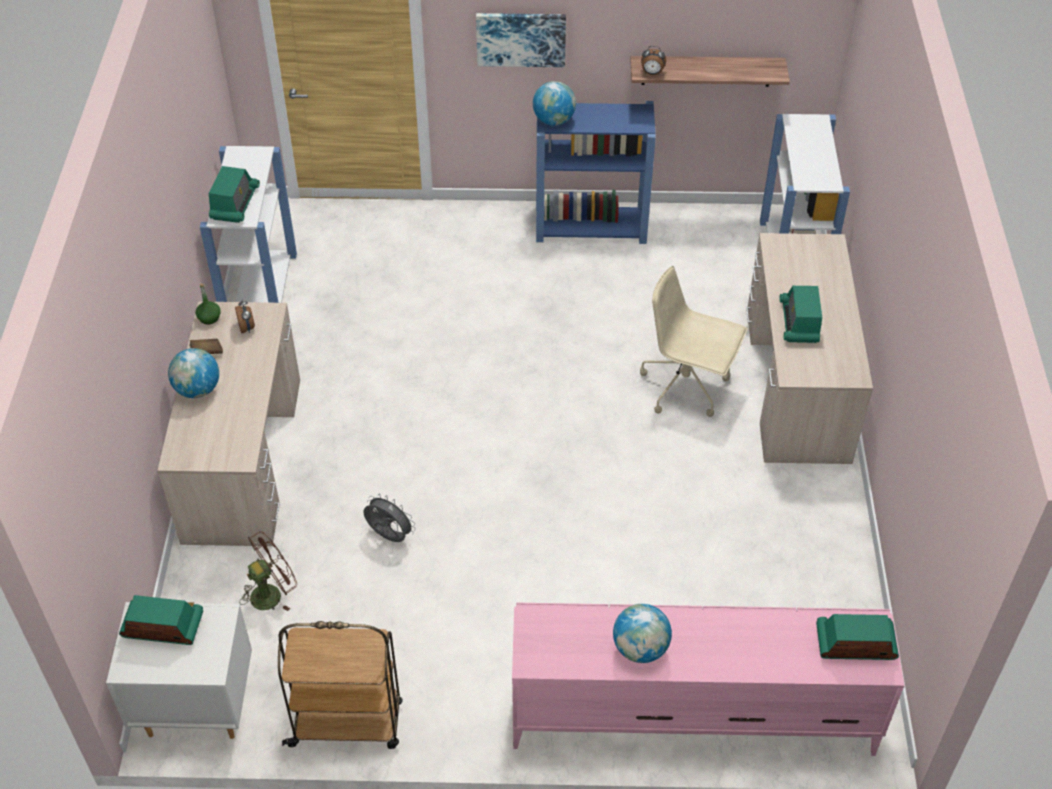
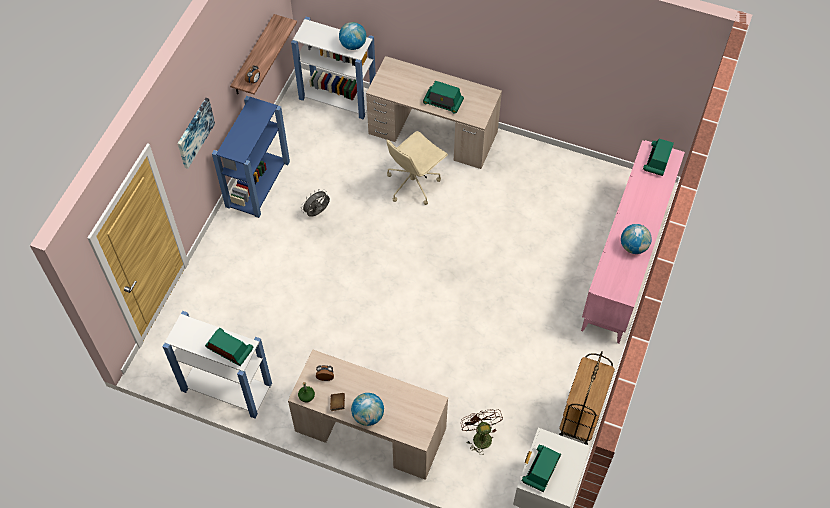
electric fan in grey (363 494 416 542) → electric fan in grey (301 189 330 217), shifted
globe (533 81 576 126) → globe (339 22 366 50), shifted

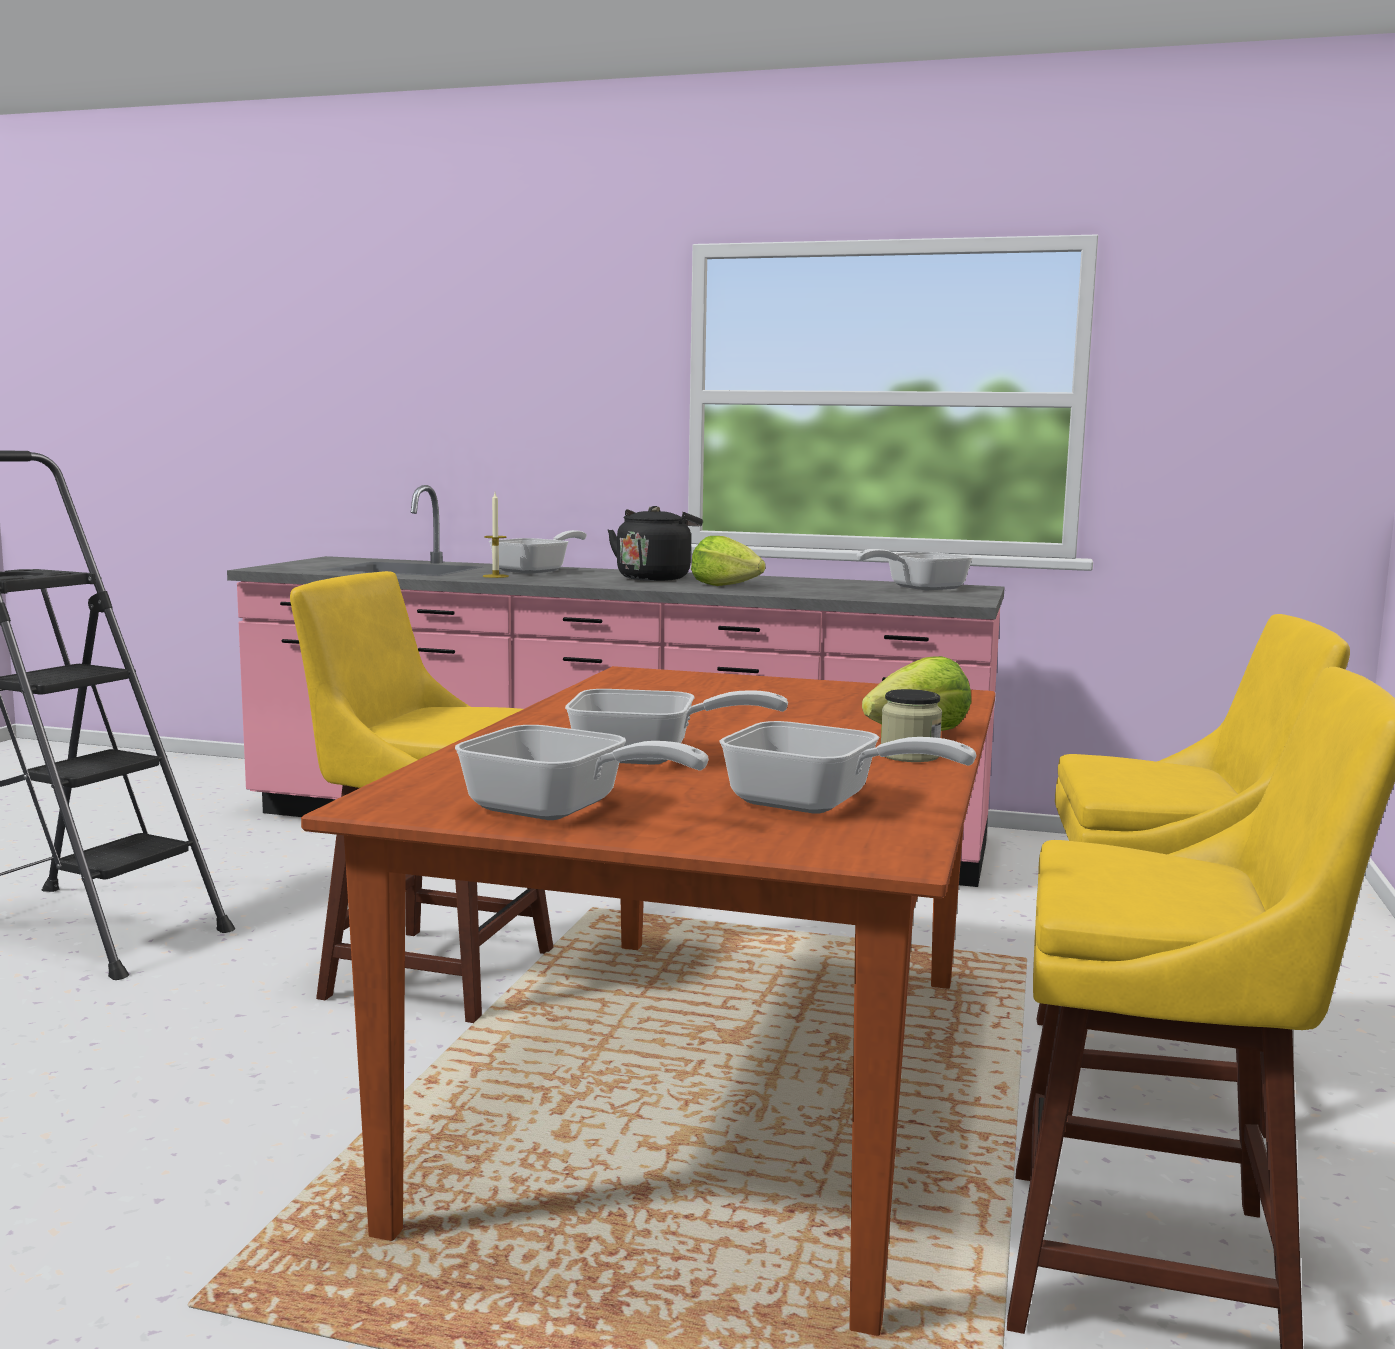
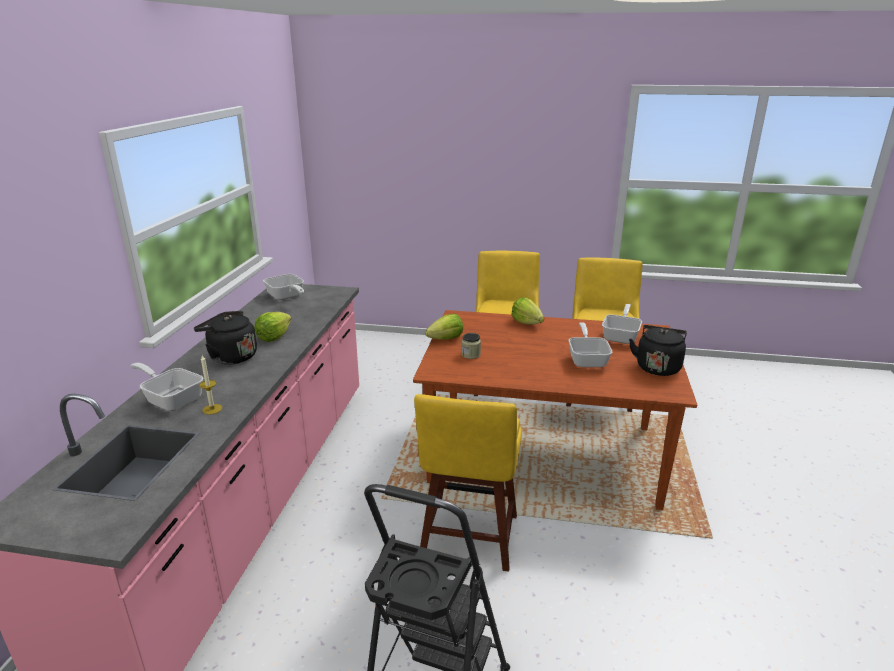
pan (455 725 709 820) → kettle in black-coloured (629 325 687 376)
storage jar (881 689 942 762) → storage jar (461 333 481 359), shifted
- → head of lettuce (425 314 463 340)

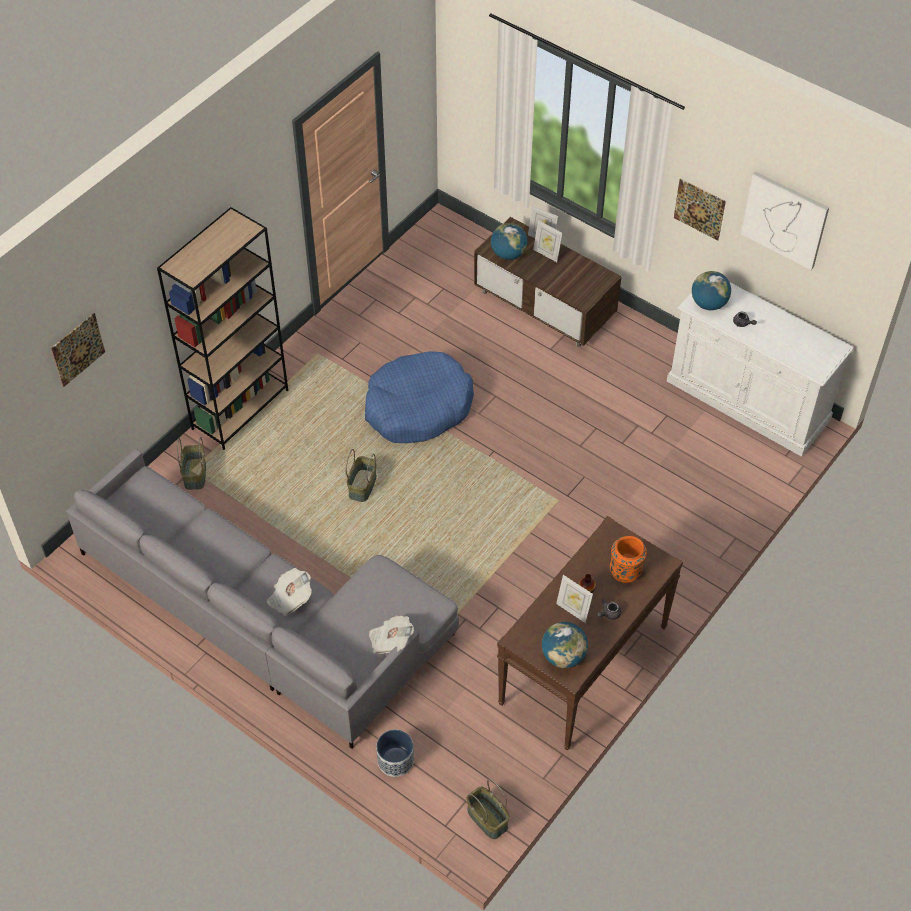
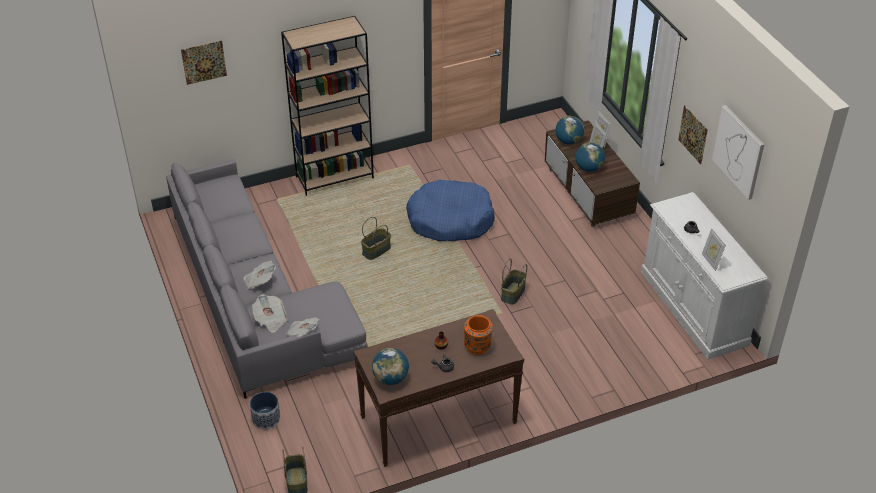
storage basket (177 437 206 490) → storage basket (501 259 527 305), shifted
standing frame (556 575 593 623) → standing frame (702 228 726 271), shifted
globe (692 271 731 310) → globe (576 142 605 172), shifted
- → printed paper (252 294 287 333)

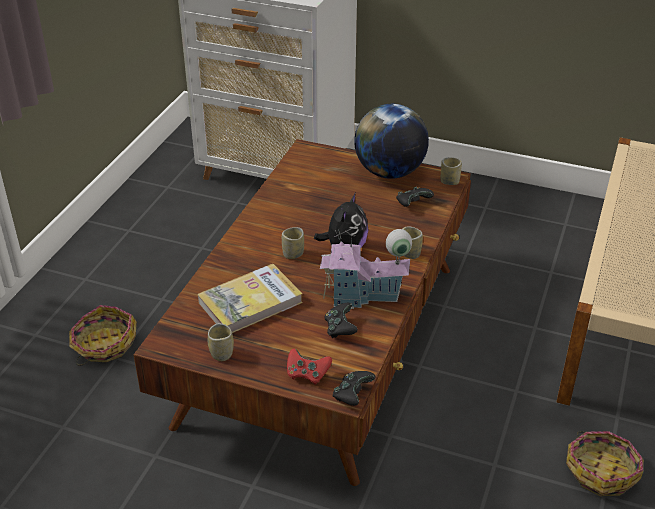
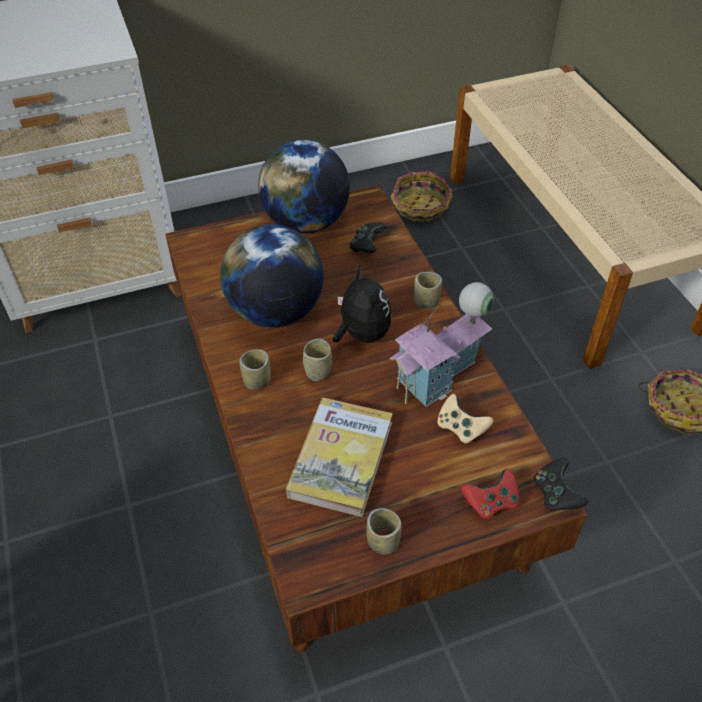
storage basket (69 305 137 366) → storage basket (390 171 452 225), shifted
gamepad in black-coloured (325 303 358 338) → gamepad in beige-coloured (437 394 493 444)
cup (441 157 462 185) → cup (239 349 271 390), shifted
- → globe (220 224 323 328)

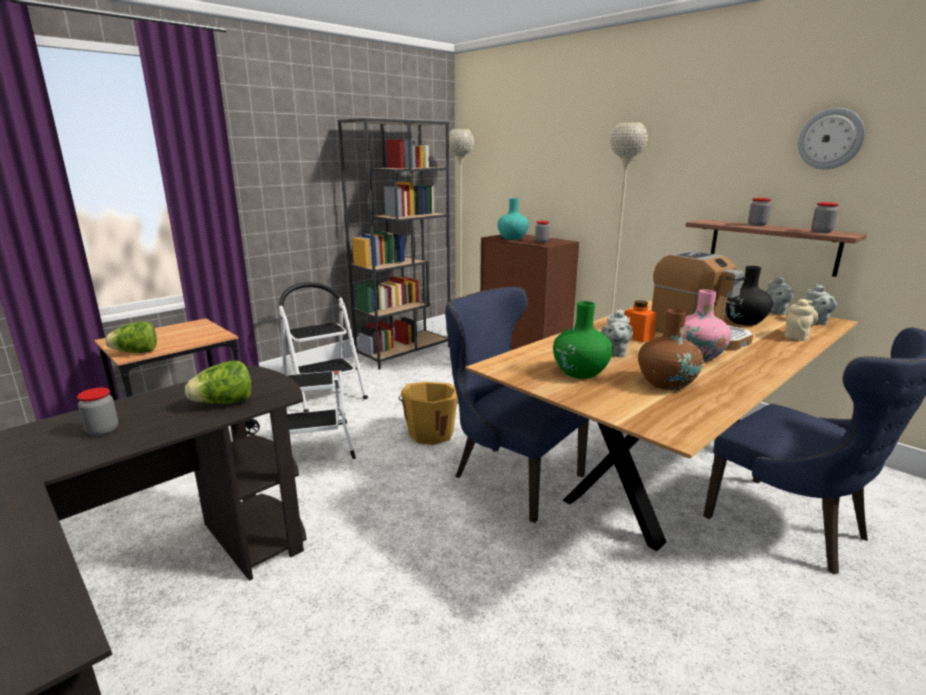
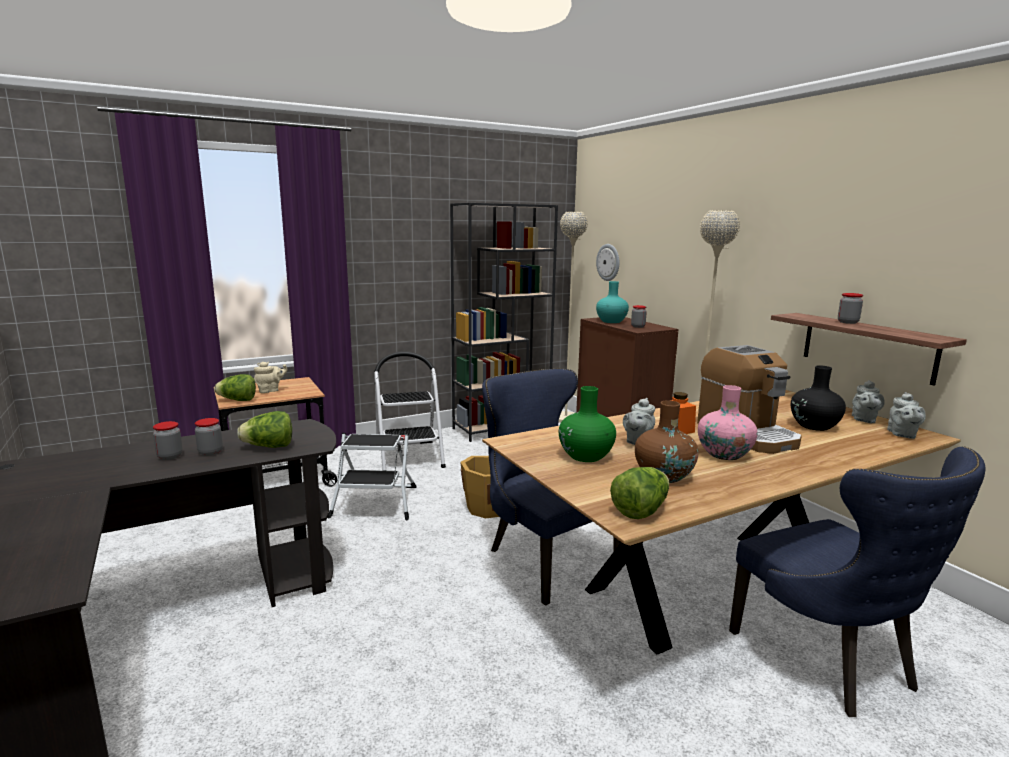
tea pot in beige-coloured (784 299 818 341) → tea pot in beige-coloured (254 362 287 393), shifted
wall clock (798 108 865 169) → wall clock (596 244 619 281), shifted
storage jar (811 202 839 233) → storage jar (195 418 223 456), shifted
- → head of lettuce (610 467 669 519)

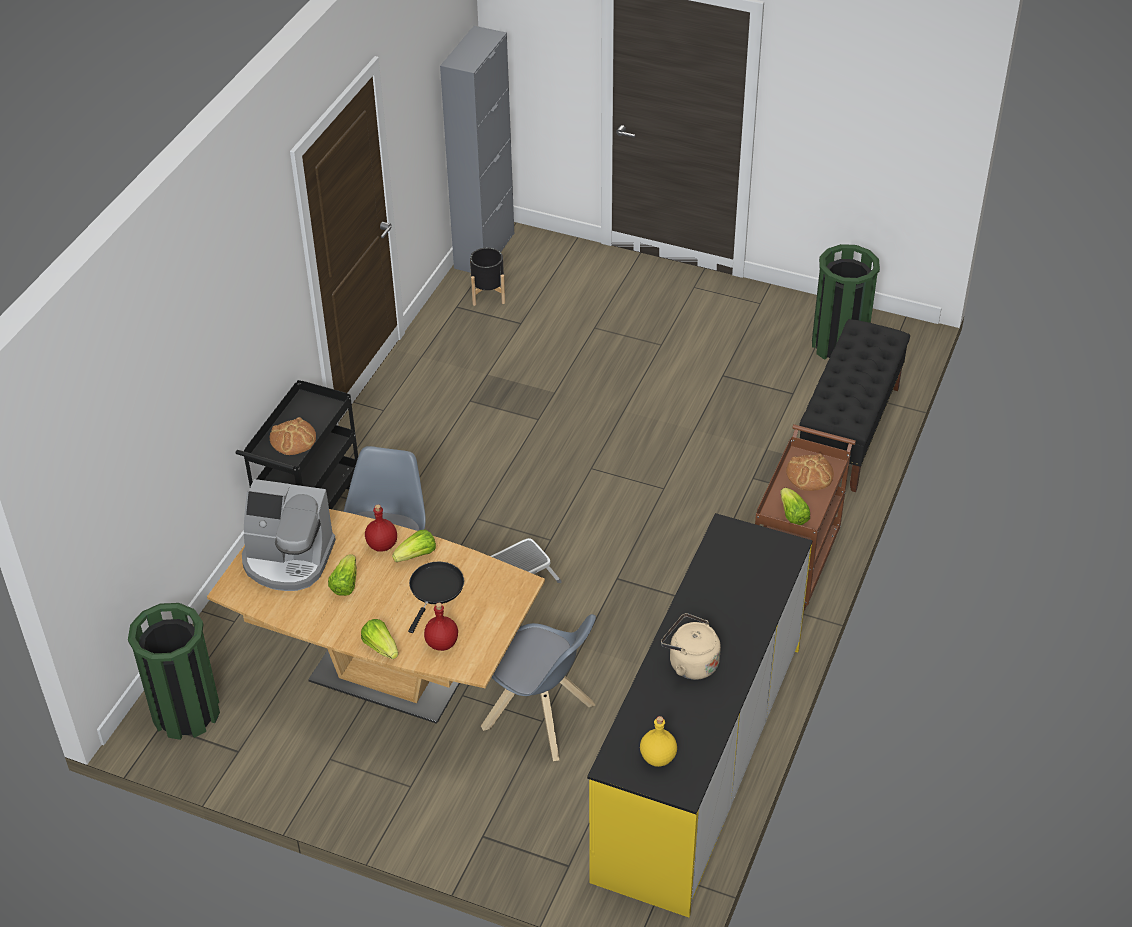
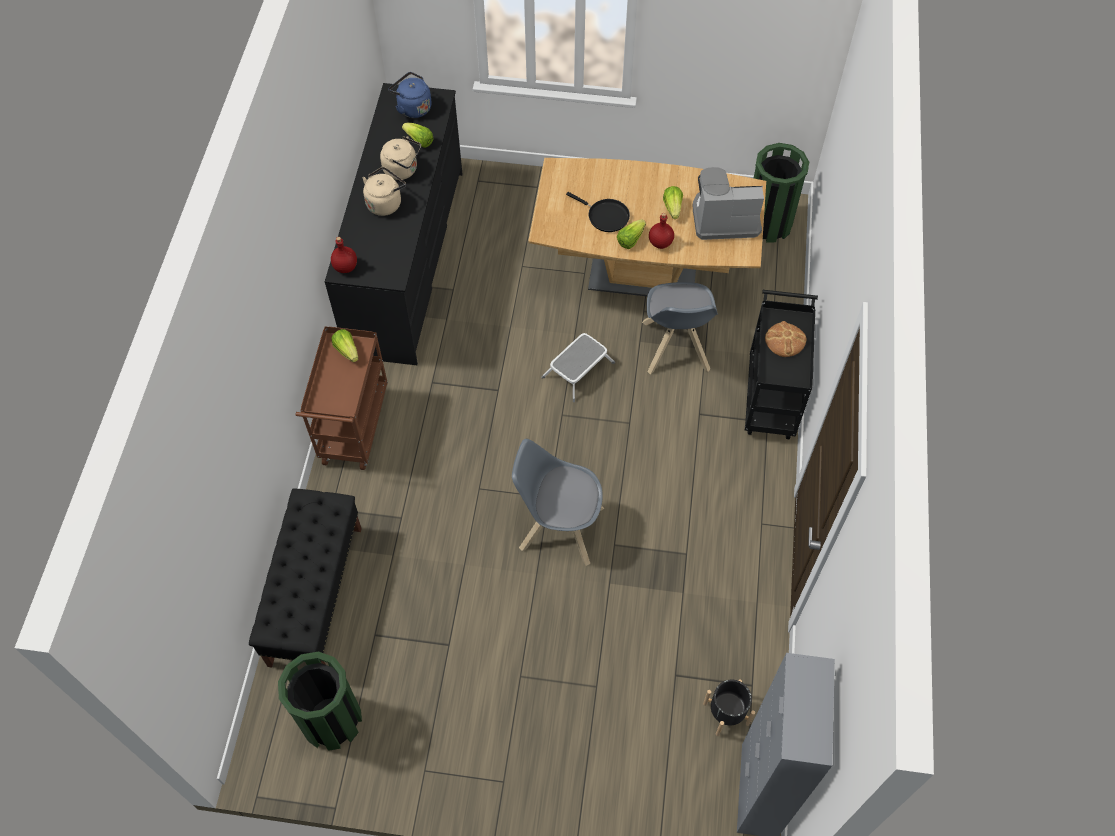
head of lettuce (361 619 398 659) → head of lettuce (402 123 434 148), shifted
pan in black-coloured (408 562 464 633) → pan in black-coloured (566 192 630 232), 60 degrees counterclockwise
drink bottle in reddish (424 603 458 651) → drink bottle in reddish (331 237 357 273), shifted
upright chair in grey (481 614 596 761) → upright chair in grey (512 439 604 566), shifted
dresser in yellowish (587 513 813 918) → dresser in black-coloured (325 83 462 365)
drink bottle in yellowish (640 716 677 767) → kettle in blue-coloured (389 72 432 118)
bread (786 454 834 491) → -
- → kettle in beige-coloured (362 167 406 216)

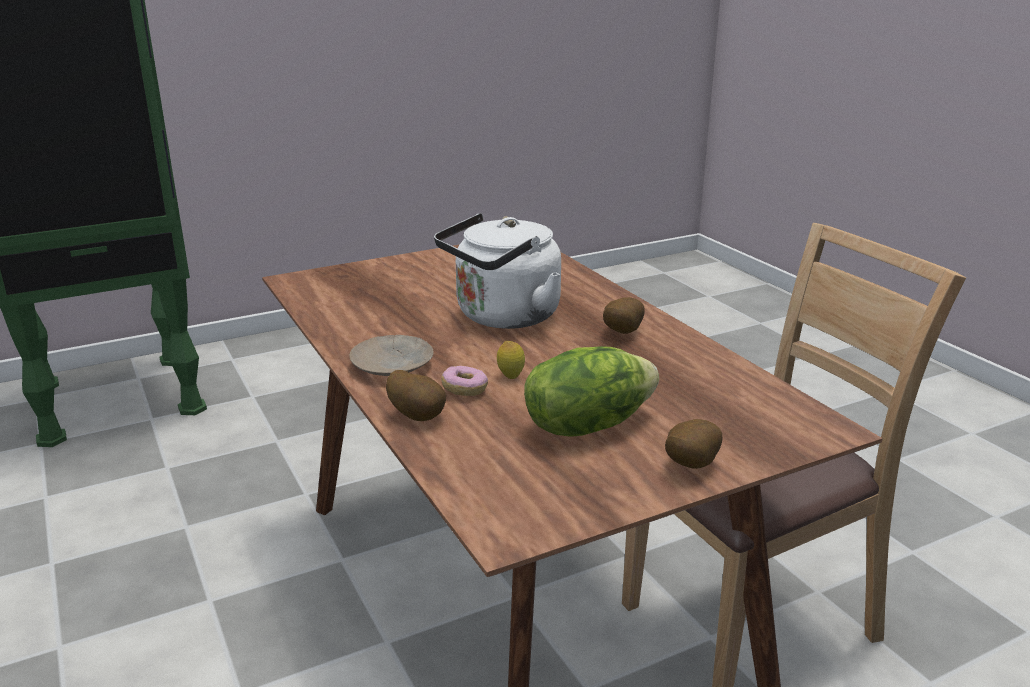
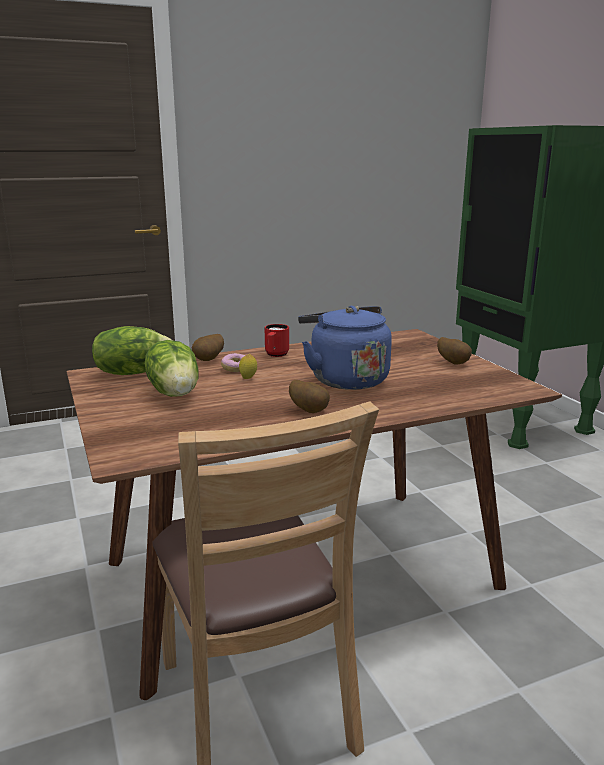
plate in beige-coloured (350 335 434 376) → coffee mug in reddish (265 324 289 357)
kettle in white (434 213 561 329) → kettle in blue-coloured (298 306 392 390)
potato (665 419 722 469) → potato (437 337 472 364), shifted
- → head of lettuce (92 326 173 375)

